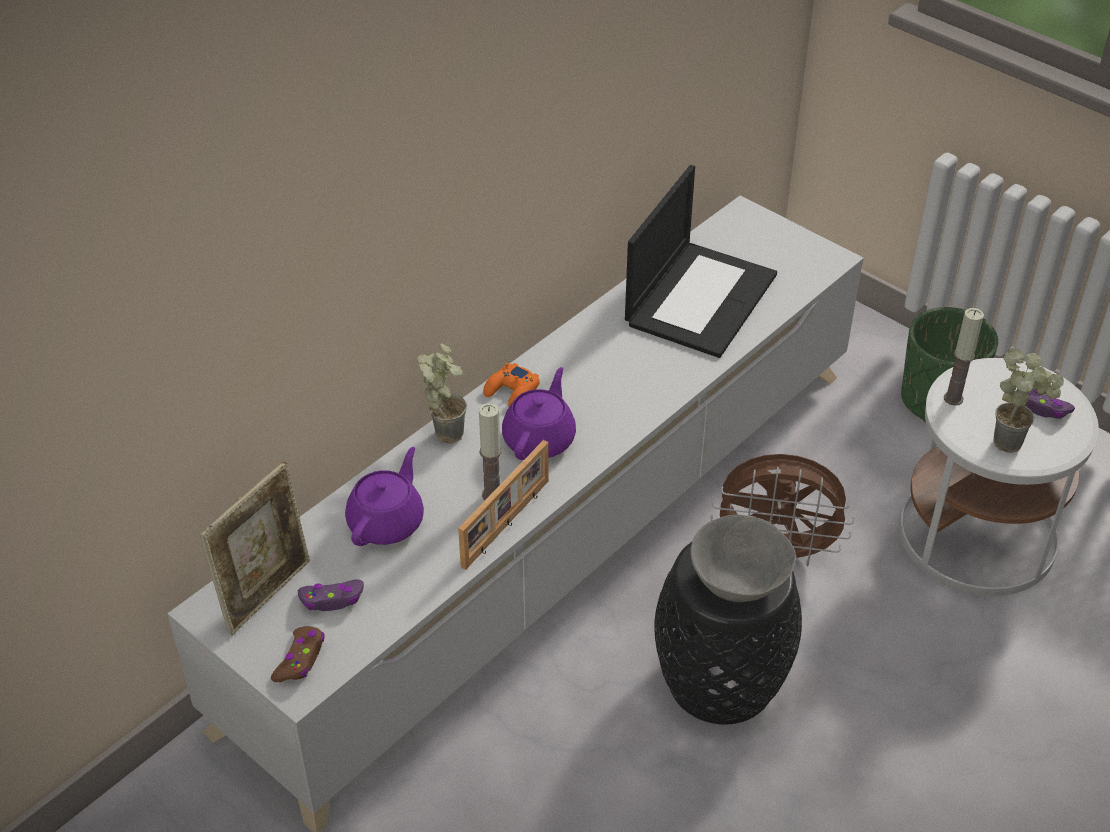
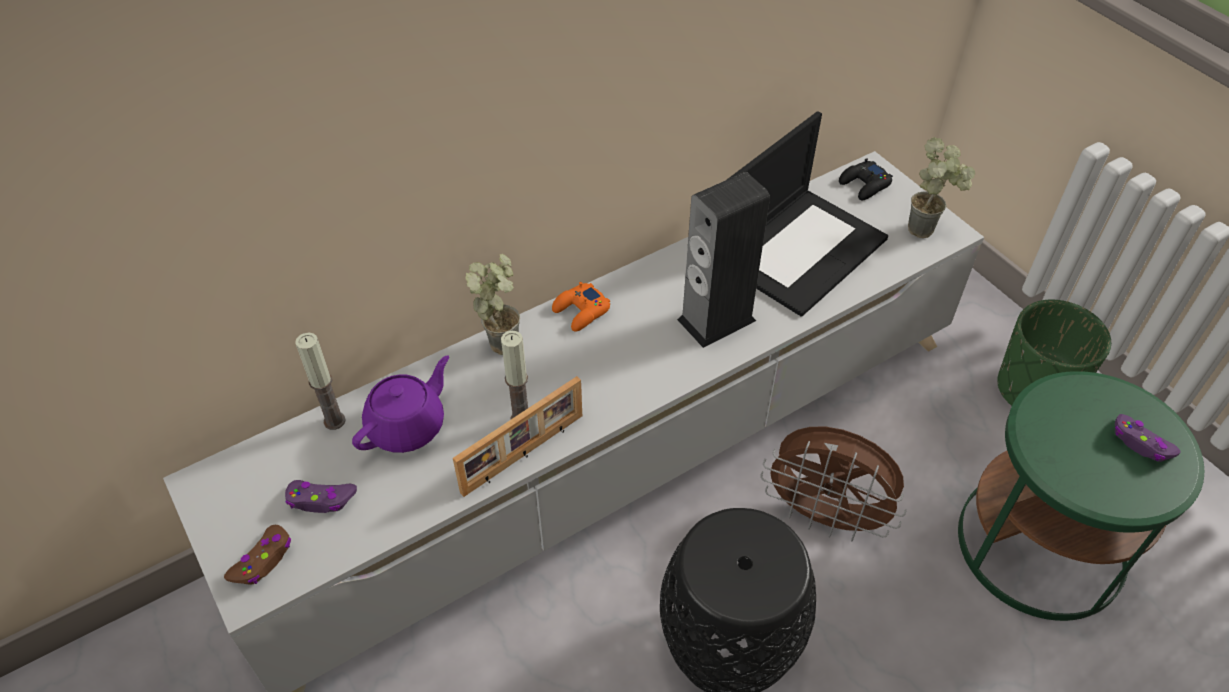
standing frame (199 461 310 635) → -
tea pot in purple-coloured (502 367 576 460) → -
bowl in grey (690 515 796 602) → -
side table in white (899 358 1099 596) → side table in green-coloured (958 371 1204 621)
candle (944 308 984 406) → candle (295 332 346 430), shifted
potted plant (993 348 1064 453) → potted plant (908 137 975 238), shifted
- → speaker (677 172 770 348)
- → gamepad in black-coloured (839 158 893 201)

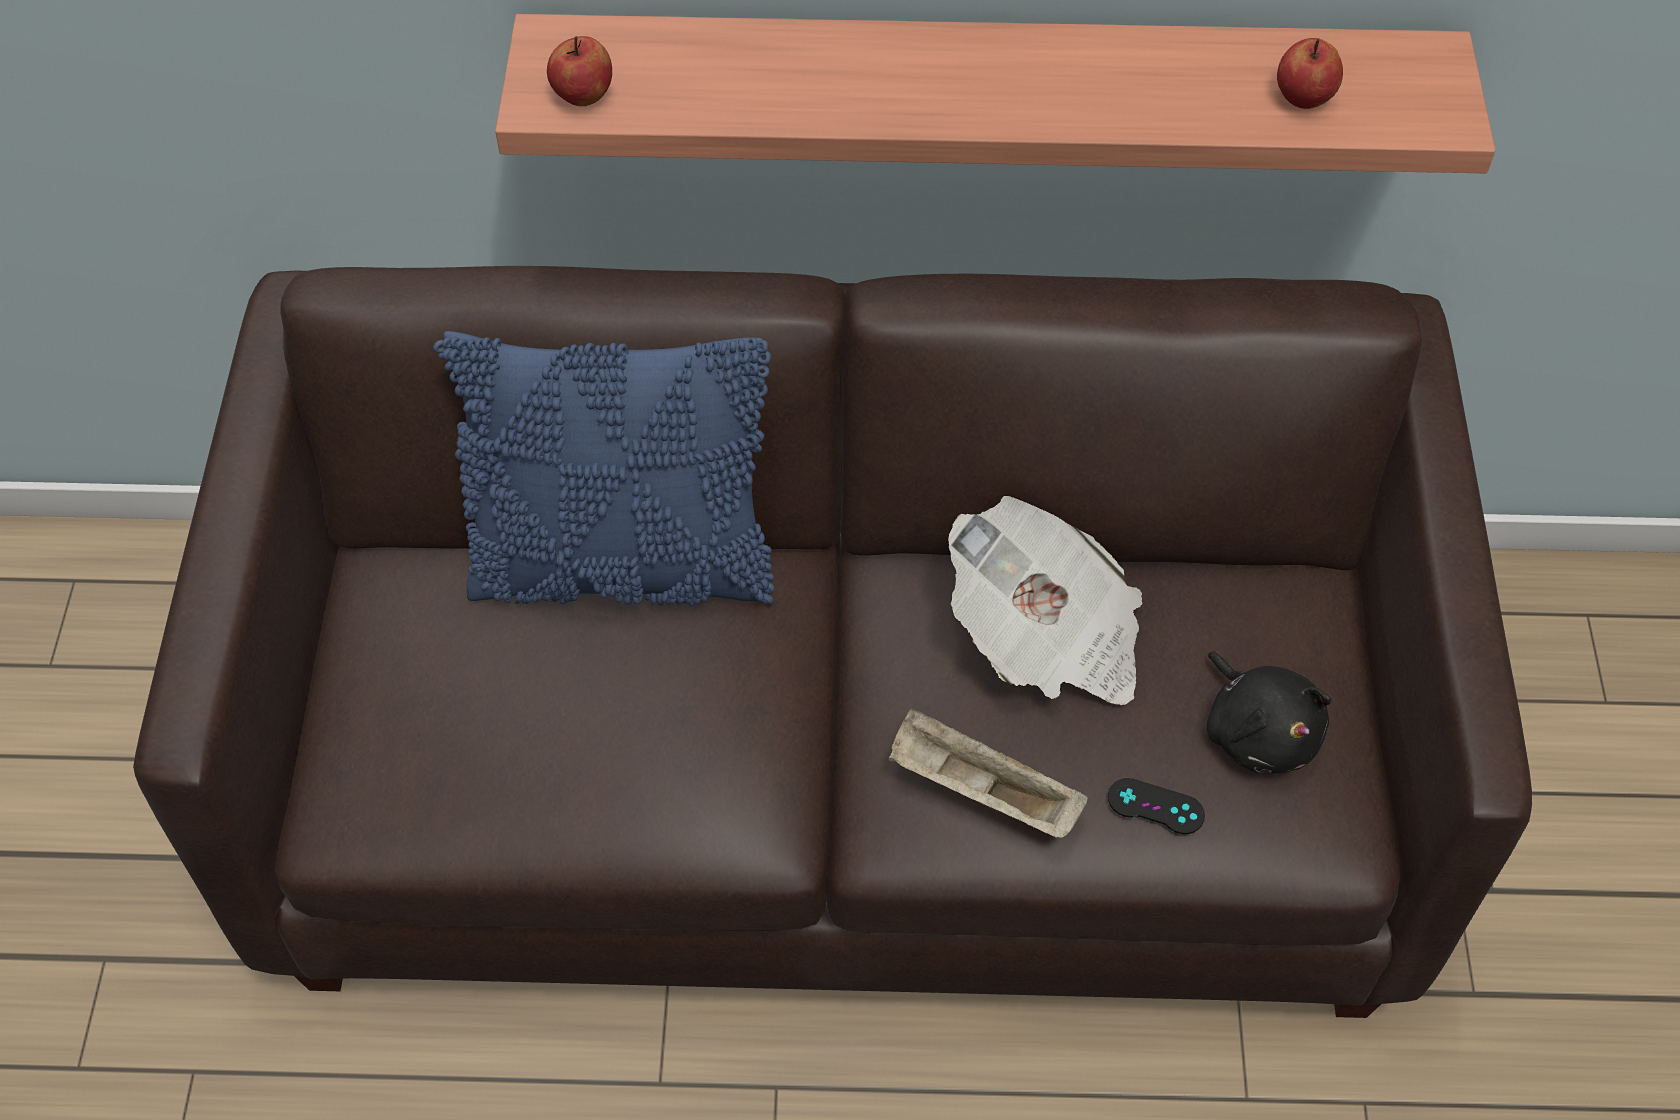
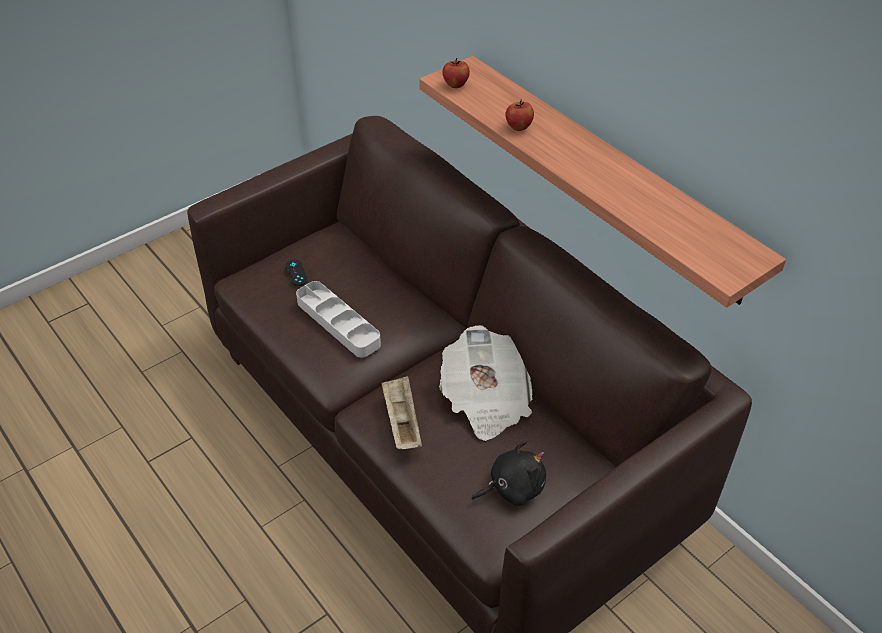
pillow in blue-coloured (433 331 775 606) → -
gamepad in black-coloured (1108 778 1205 834) → gamepad in black-coloured (285 260 308 286), shifted
soft toy in black-coloured (1207 651 1332 773) → soft toy in black-coloured (471 440 546 506), 135 degrees counterclockwise
apple (1277 38 1343 109) → apple (505 99 534 131), shifted
- → carrying tray in grey (296 281 381 358)

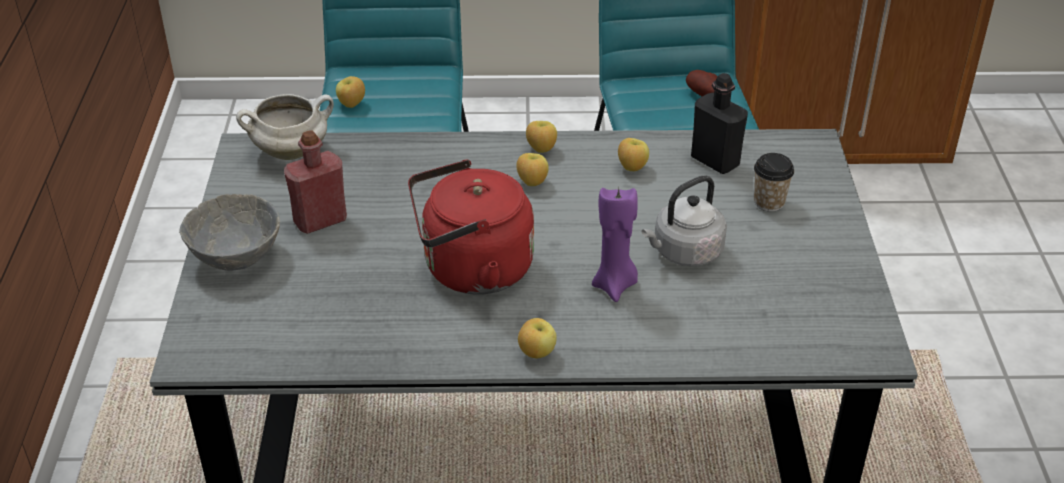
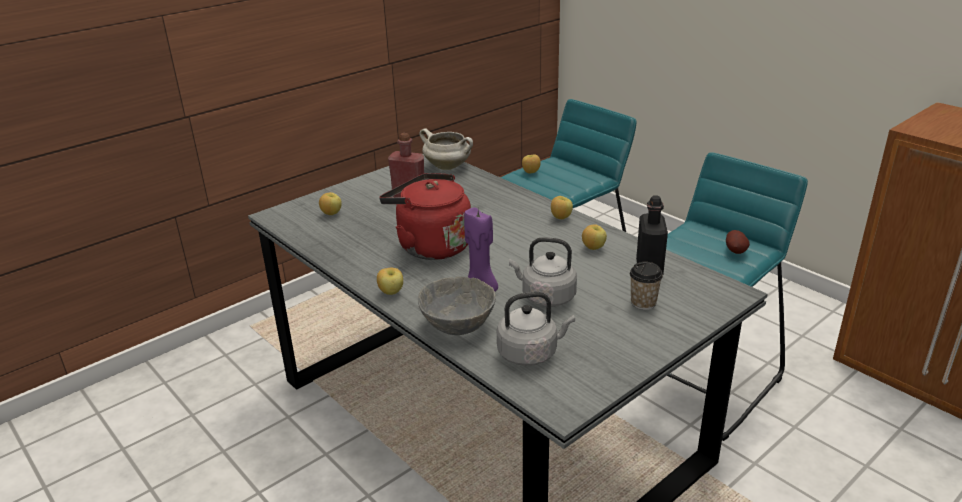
bowl in grey (179 194 280 271) → bowl in grey (418 276 496 335), shifted
apple (517 153 549 186) → apple (319 192 342 215), shifted
- → kettle in grey (497 292 575 366)

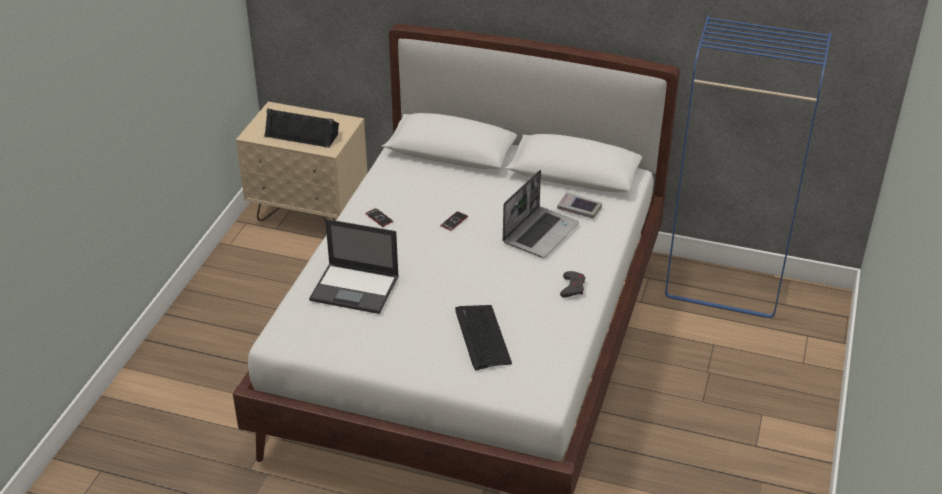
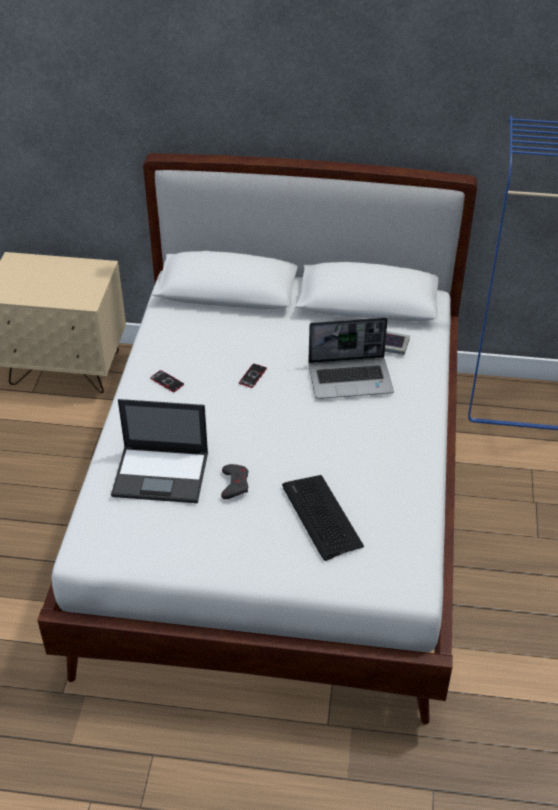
speaker in black-coloured (264 108 339 148) → -
portable computer (503 170 579 258) → portable computer (308 317 394 399), 60 degrees clockwise
gamepad in grey (560 271 585 298) → gamepad in grey (221 464 249 499), shifted

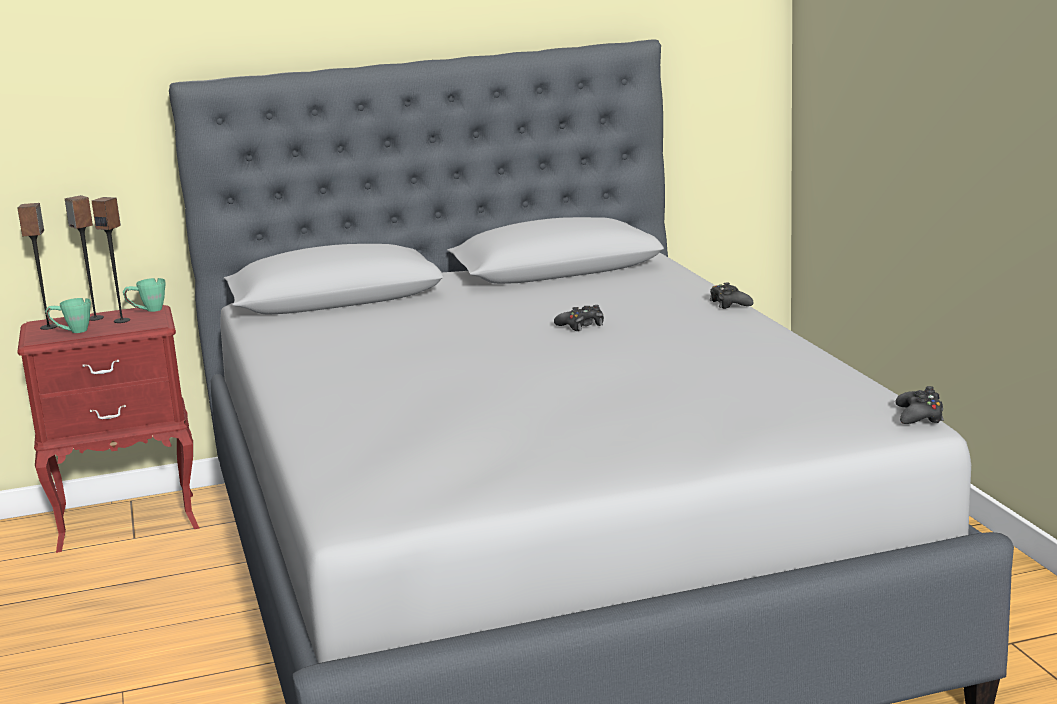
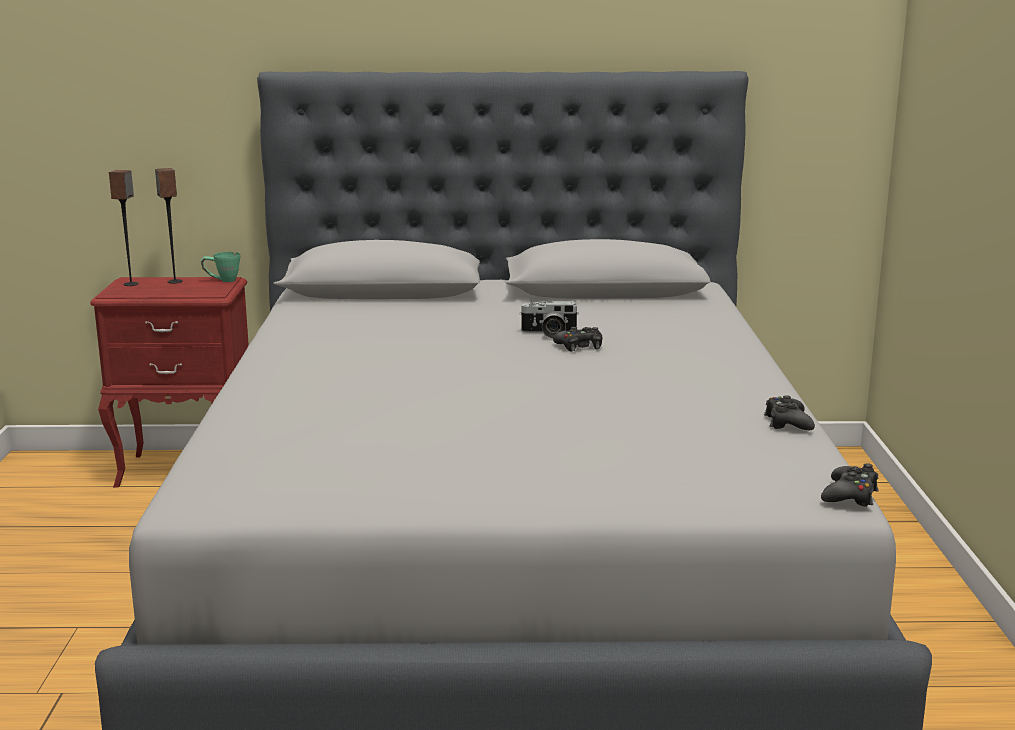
coffee mug in green-coloured (45 298 91 333) → -
speaker (92 197 130 323) → -
gamepad in black-coloured (709 282 754 309) → gamepad in black-coloured (764 395 815 430), shifted
- → still camera (519 301 578 338)

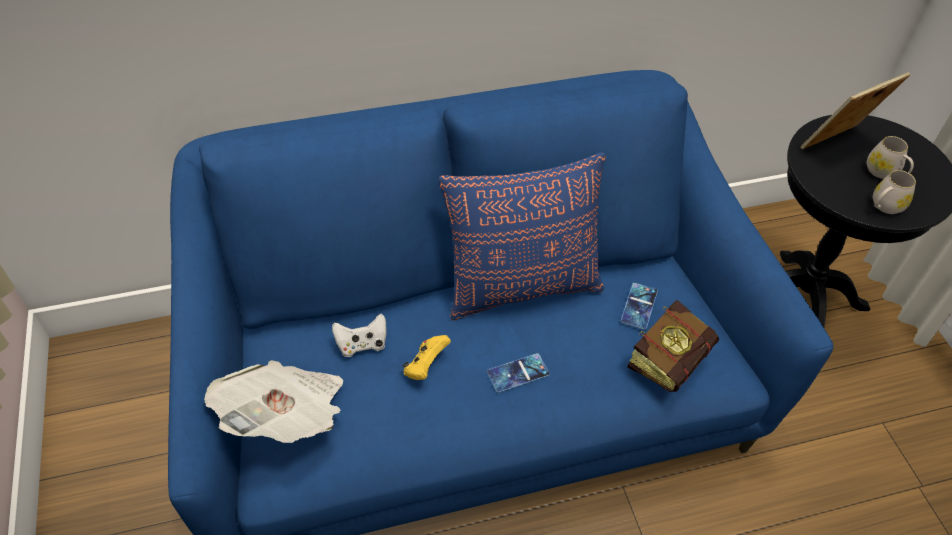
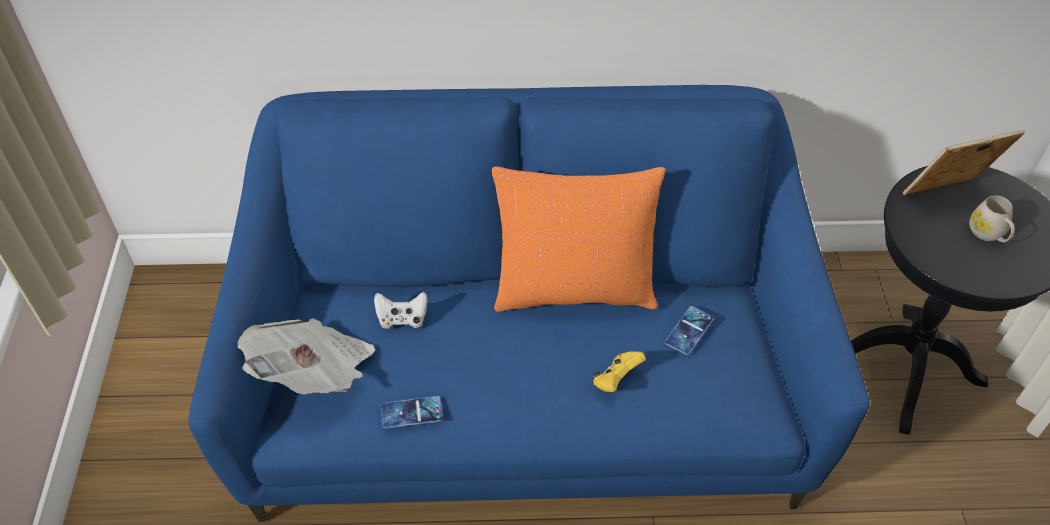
gamepad in yellowish (403 335 451 380) → gamepad in yellowish (593 351 646 392), shifted
pillow in blue-coloured (439 153 605 321) → pillow in orange (492 166 666 312)
handset (487 353 550 393) → handset (381 396 443 429), shifted
book (628 300 719 392) → -
coffee mug in white (873 170 916 214) → -

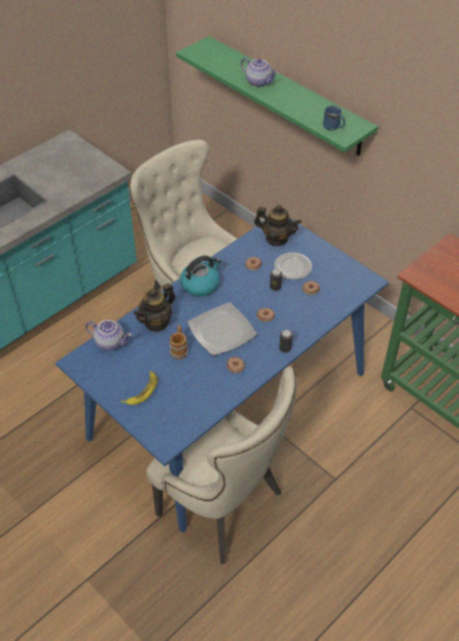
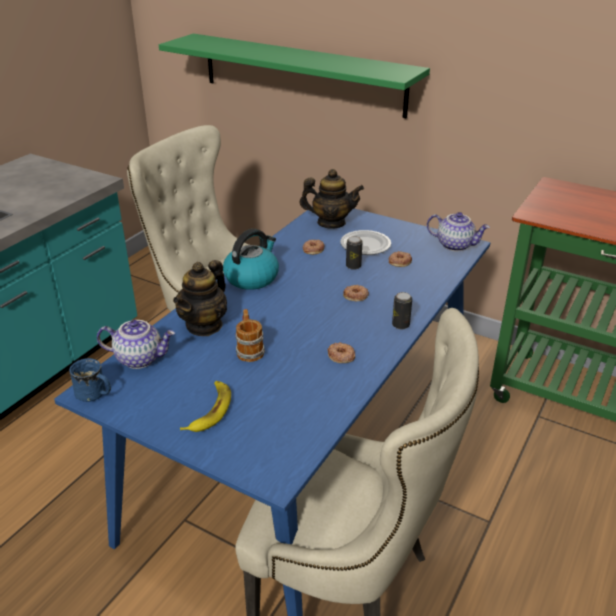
plate (187 302 257 356) → -
tea pot (241 57 278 87) → tea pot (427 212 490 251), shifted
coffee mug in blue-coloured (323 106 345 130) → coffee mug in blue-coloured (69 358 111 402), shifted

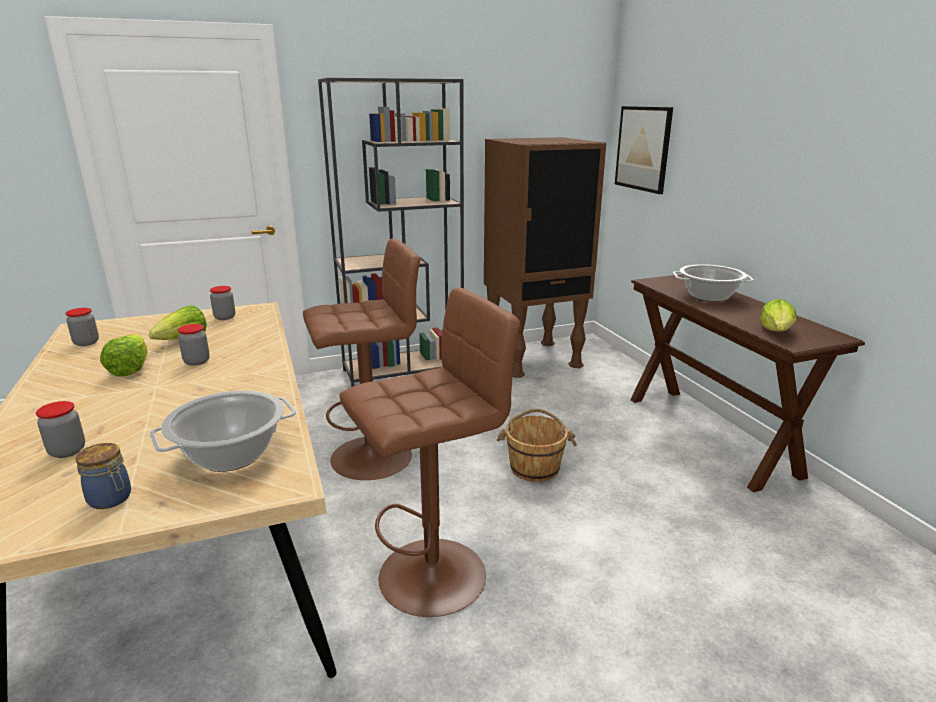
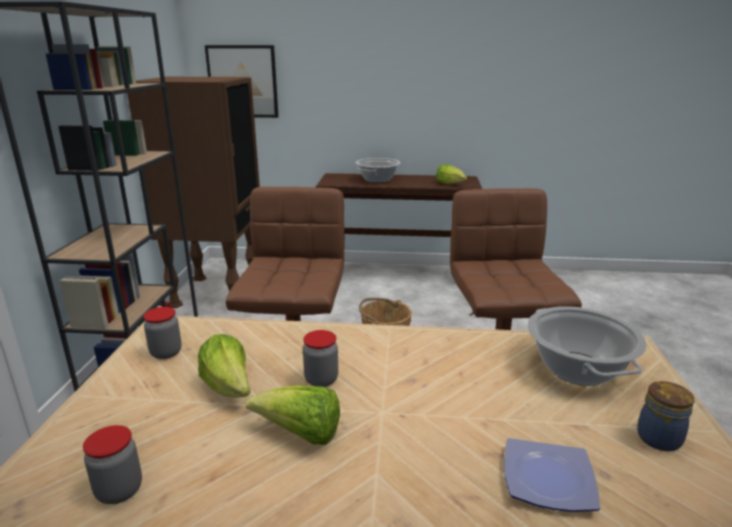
storage jar (36 401 85 458) → plate (504 438 600 512)

